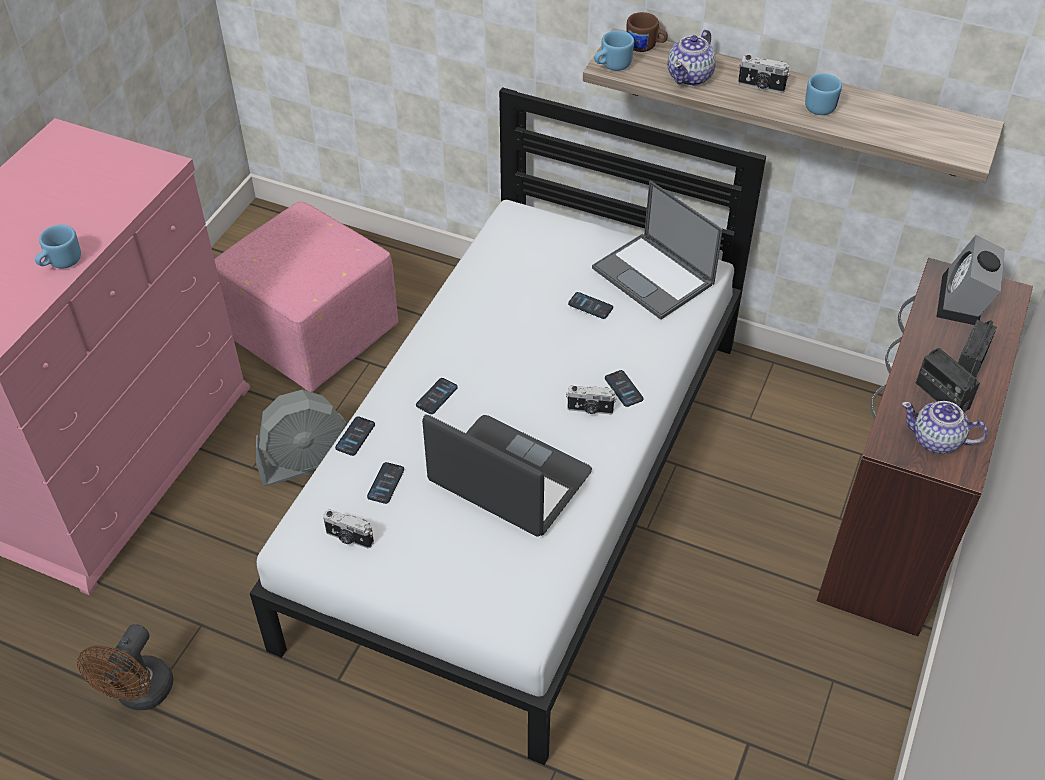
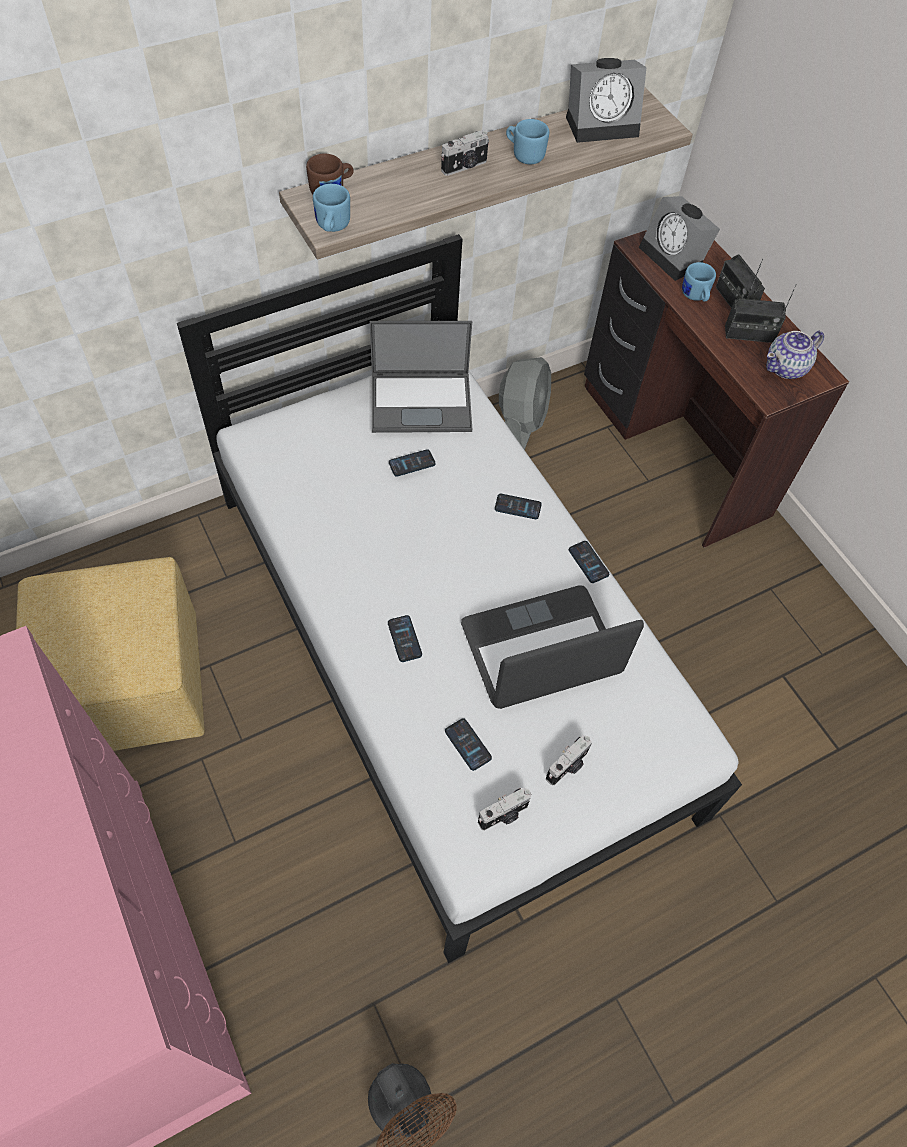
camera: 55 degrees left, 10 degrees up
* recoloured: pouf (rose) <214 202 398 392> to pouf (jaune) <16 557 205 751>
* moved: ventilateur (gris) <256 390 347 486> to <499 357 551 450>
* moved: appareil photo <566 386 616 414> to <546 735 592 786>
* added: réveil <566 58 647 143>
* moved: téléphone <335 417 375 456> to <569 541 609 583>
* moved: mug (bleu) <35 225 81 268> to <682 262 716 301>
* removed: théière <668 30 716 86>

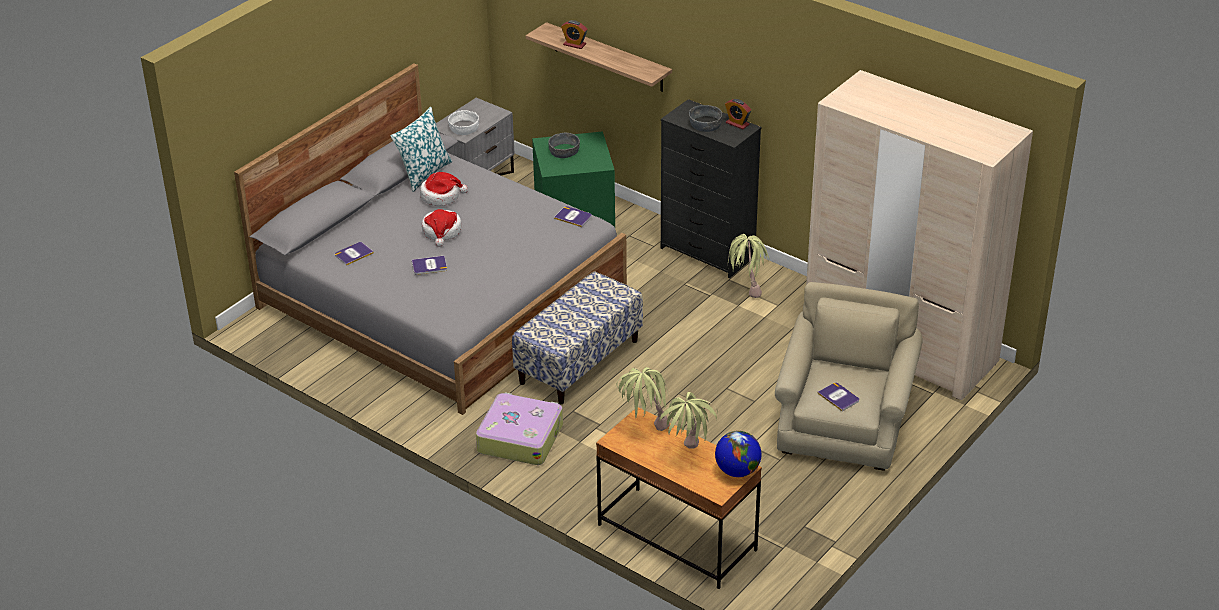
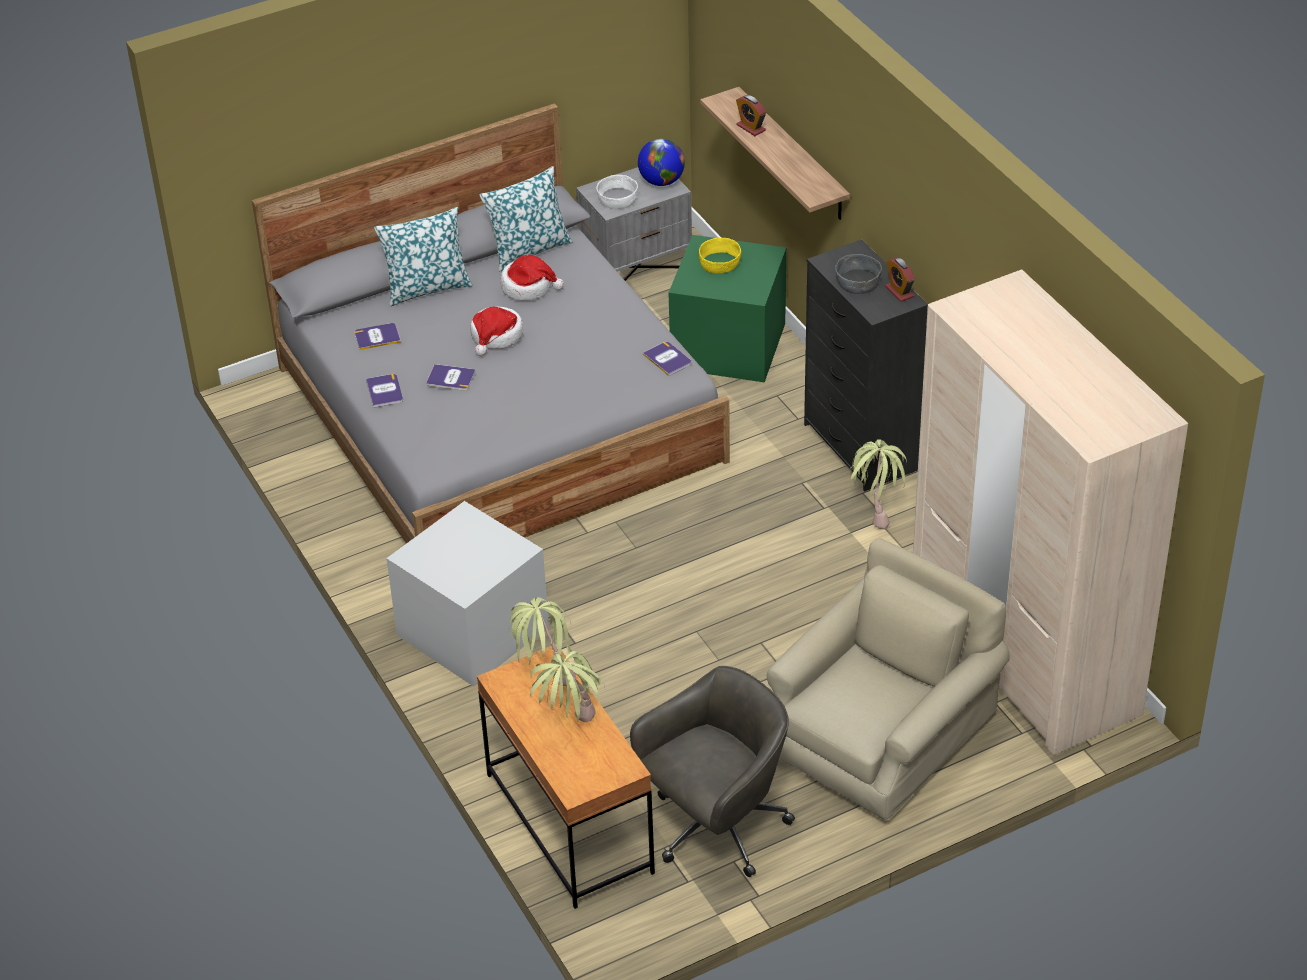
camera: 25 degrees right, 5 degrees up
* moved: livre <817 382 859 411> to <366 374 403 408>
* added: coussin <374 207 472 306>
* replaced: valise <476 392 563 465> to boîte de rangement (gris) <386 501 549 687>
* added: chaise de bureau (gris) <630 666 795 877>
* moved: globe <715 431 762 477> to <638 138 685 186>
* recoloured: bol (gris) <548 133 580 158> to bol (jaune) <699 238 741 273>
* removed: banc <512 271 643 404>

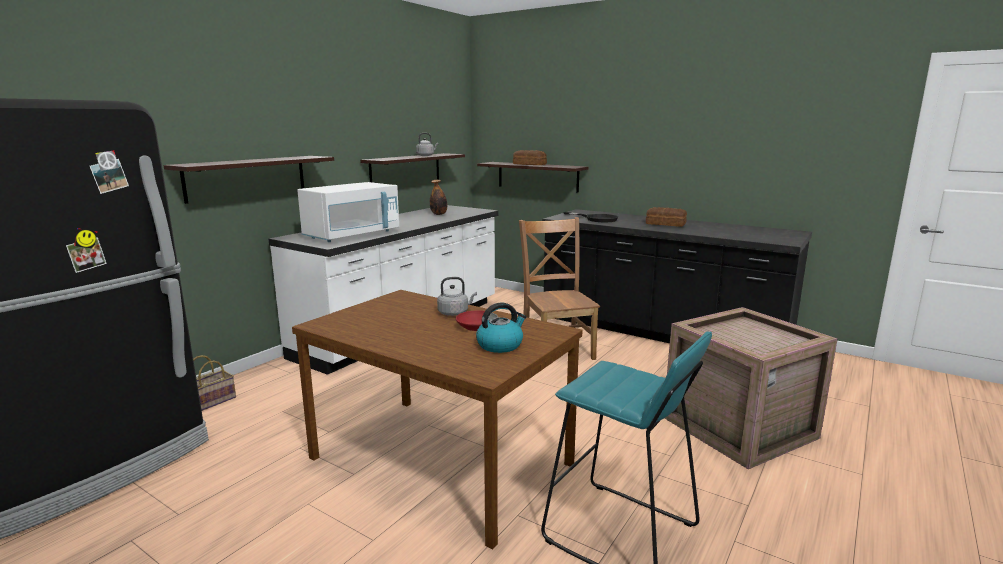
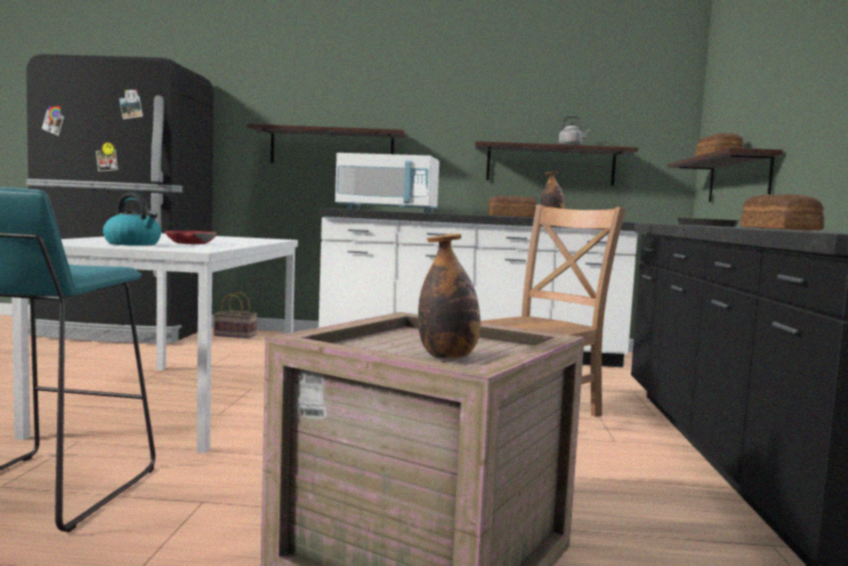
camera: 60 degrees right, 10 degrees down
* recoloured: table à manger (marron) <292 290 583 549> to table à manger (blanc) <12 233 298 453>
* added: bouteille <418 234 480 359>
* added: pain <488 195 537 217>
* removed: bouilloire (gris) <437 277 477 316>

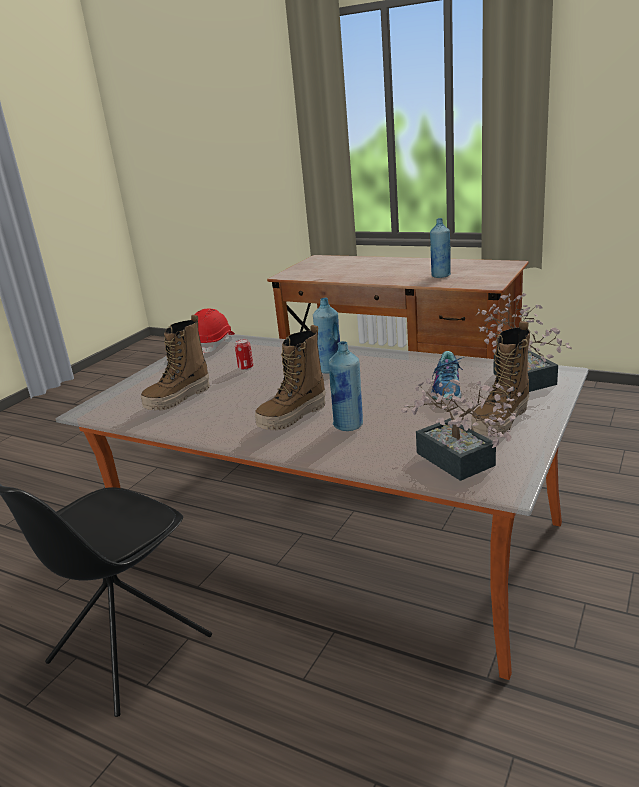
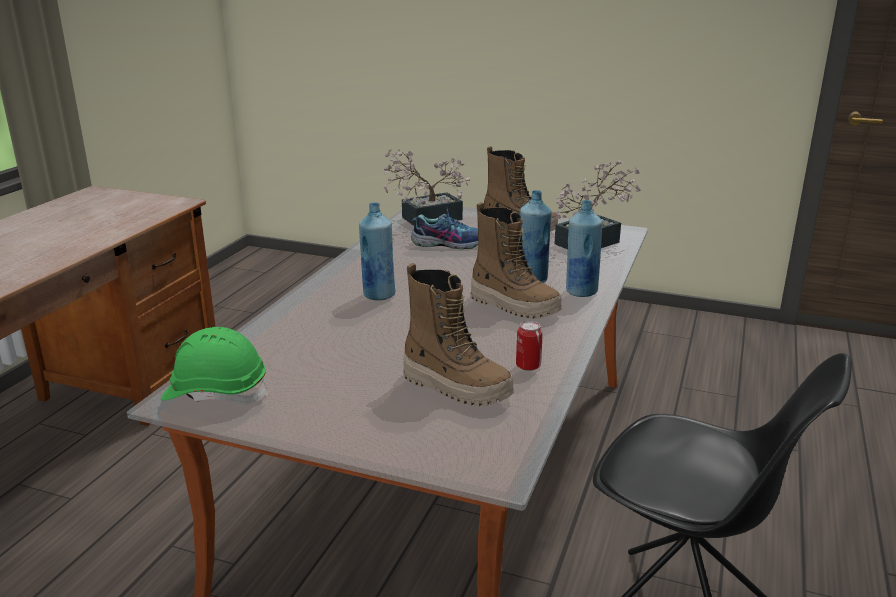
camera: 100 degrees left, 0 degrees up
* recoloured: casque de chantier (rouge) <191 308 235 355> to casque de chantier (vert) <161 327 268 404>
* moved: boîte métallique <235 339 253 370> to <516 321 543 371>
* moved: bouteille (bleu) <430 218 451 278> to <566 200 602 297>

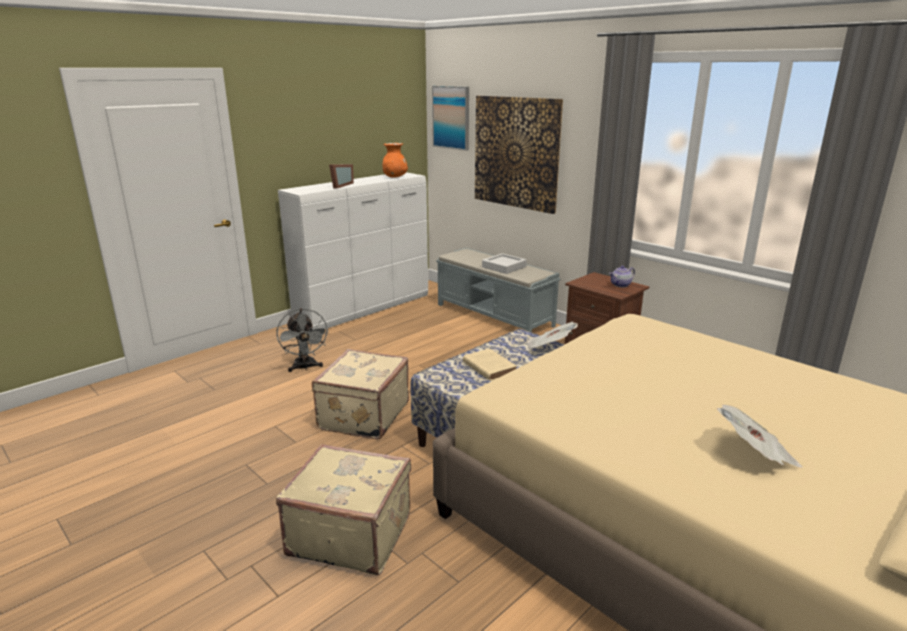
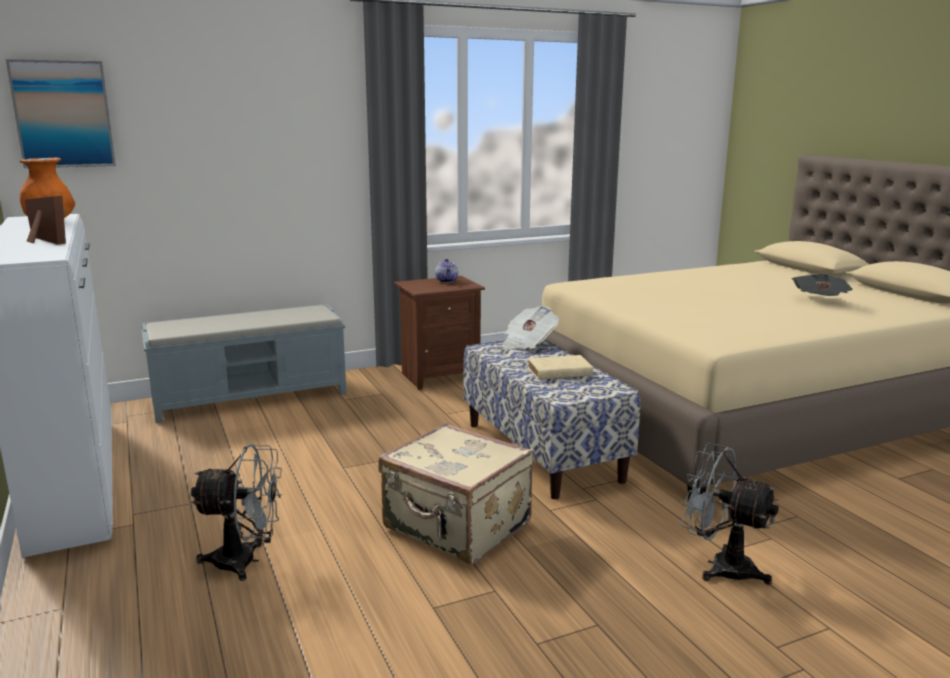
camera: 70 degrees left, 5 degrees down
* replaced: valise (beige) <276 444 411 575> to ventilateur (gris) <681 443 779 585>
* removed: tableau <475 96 563 214>
* removed: plateau (gris) <482 253 527 274>

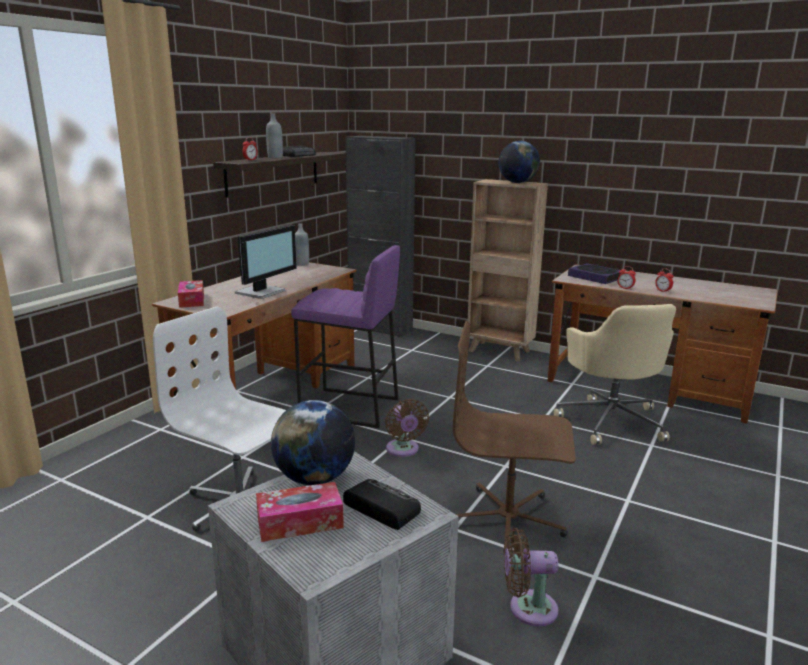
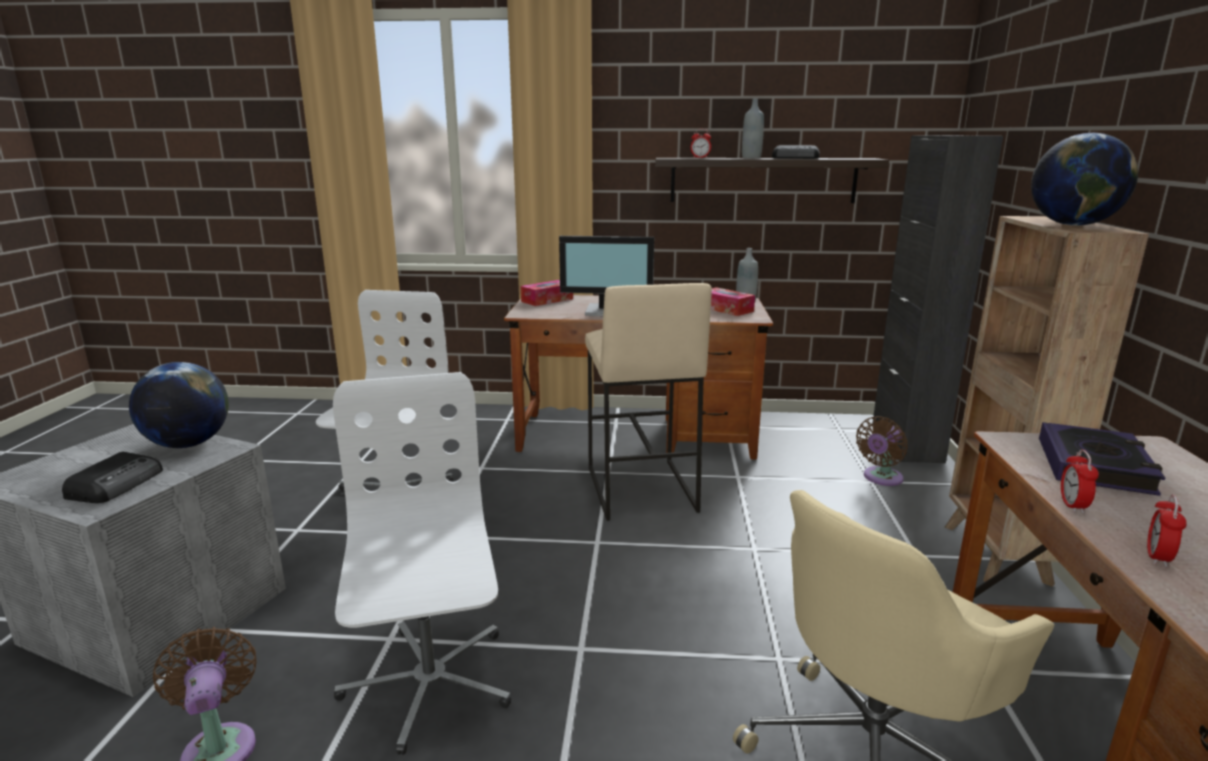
camera: 65 degrees right, 0 degrees up
* recoloured: chaise de bureau (marron) <453 321 576 554> to chaise de bureau (blanc) <333 372 511 755>
* recoloured: tabouret (violet) <291 245 400 428> to tabouret (beige) <585 283 712 521>
* moved: boîte à mouchoirs <256 482 344 542> to <711 287 755 316>
* moved: ventilateur (marron) <385 399 429 457> to <856 416 908 486>

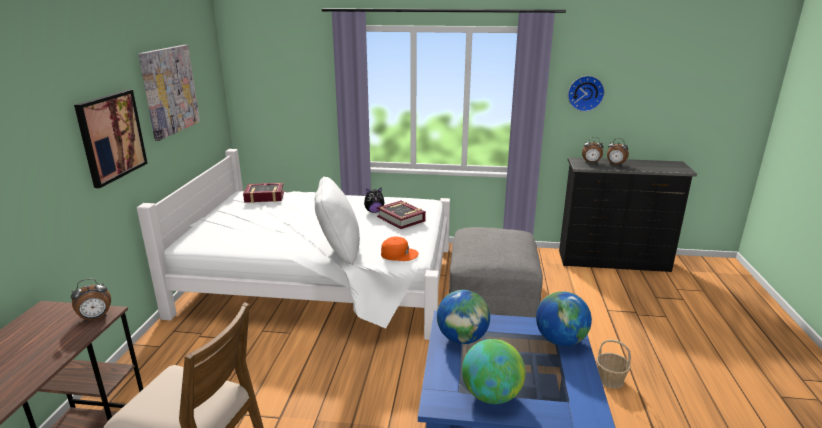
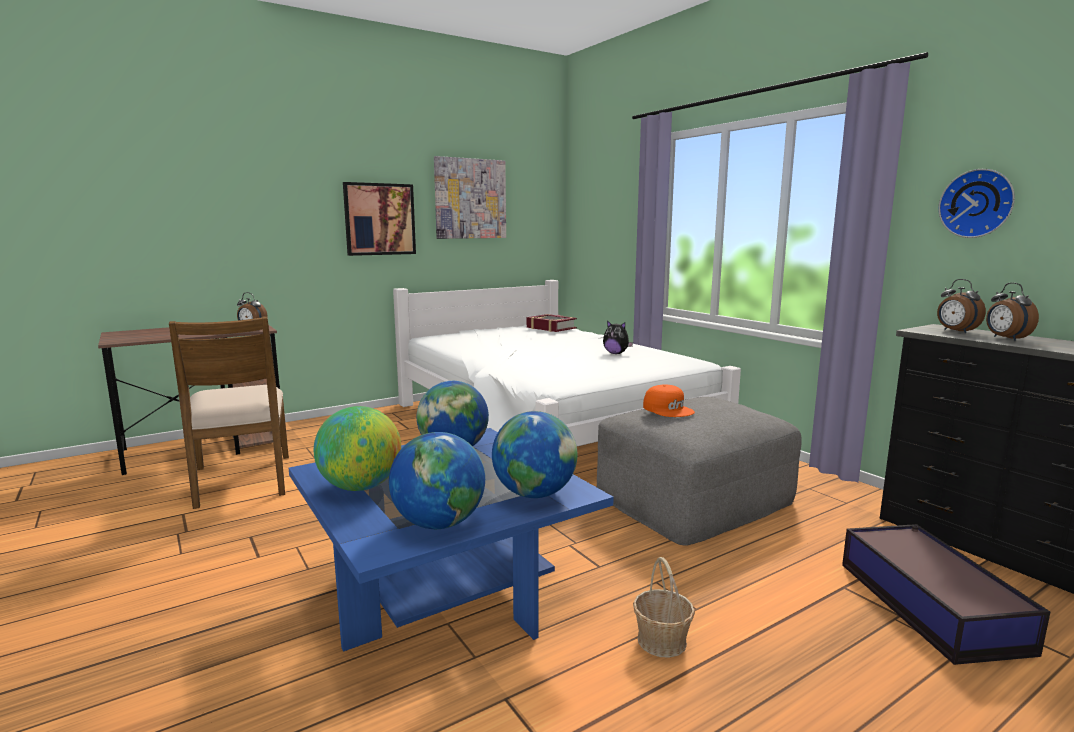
camera: 50 degrees right, 10 degrees down
* added: globe <389 432 485 529>
* moved: casquette (orange) <381 236 419 261> to <643 384 695 417>
* added: boîte de rangement <842 524 1050 665>
* removed: coussin (blanc) <315 177 360 265>
* removed: livre <377 200 426 229>

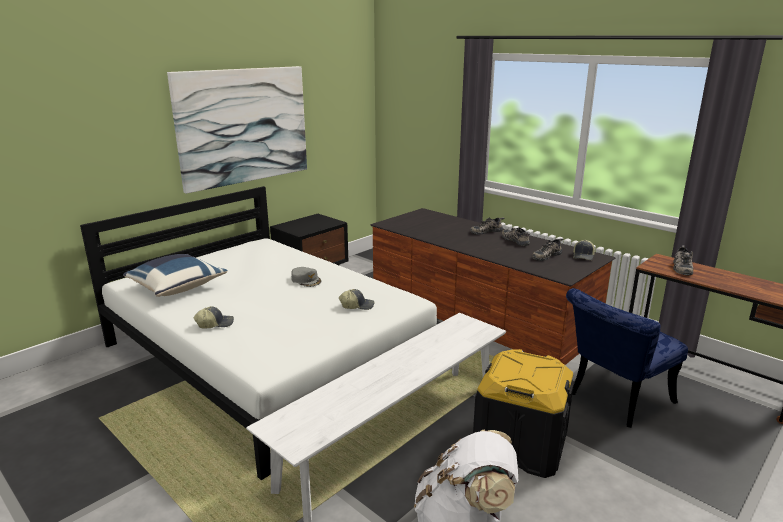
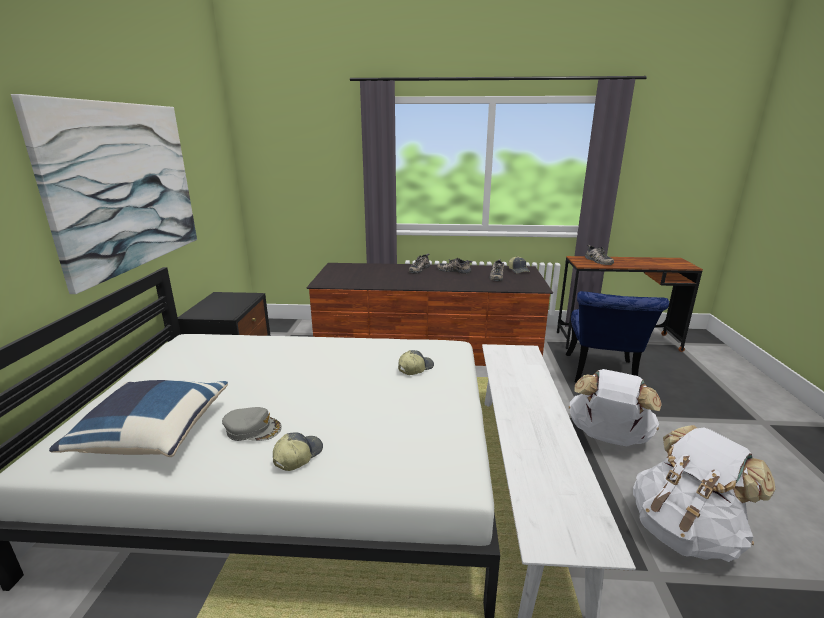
camera: 40 degrees left, 0 degrees up
* moved: casquette (gris) <291 267 321 287> to <222 407 282 441>
* replaced: boîte de rangement (noir) <473 349 574 478> to sac à dos (blanc) <569 369 662 446>

